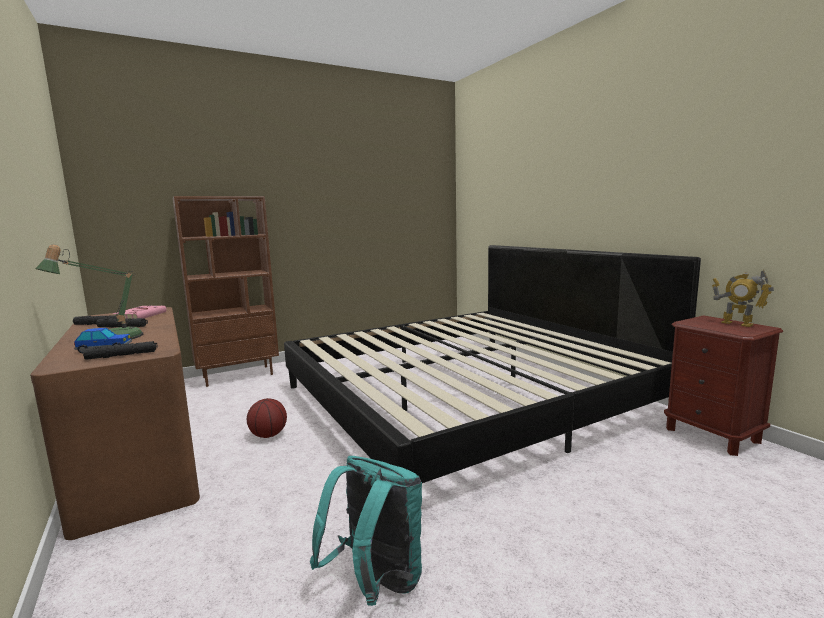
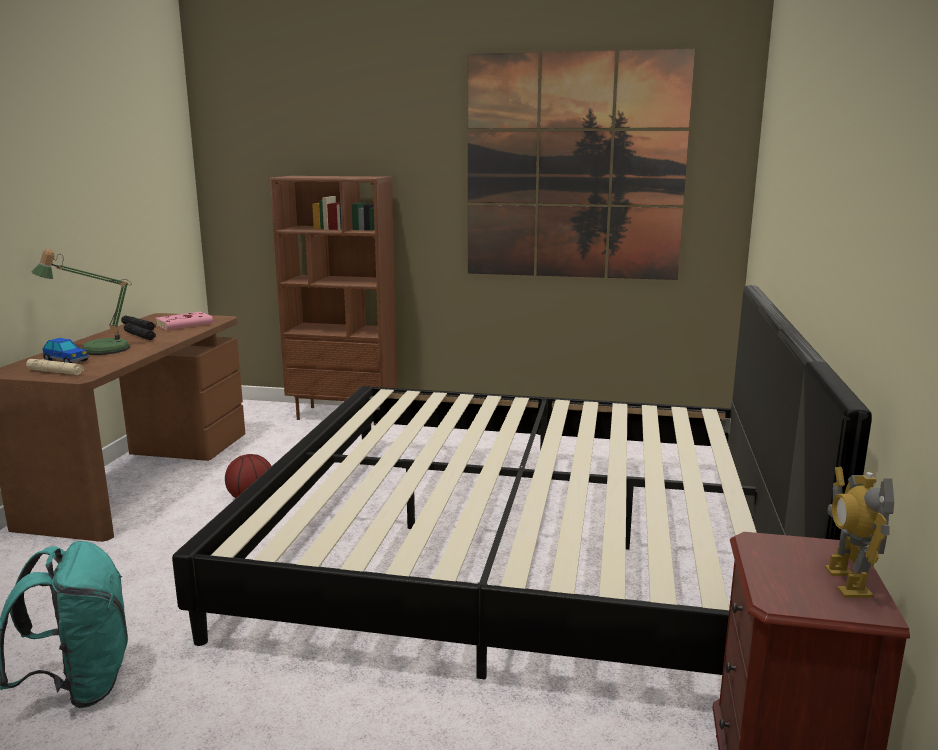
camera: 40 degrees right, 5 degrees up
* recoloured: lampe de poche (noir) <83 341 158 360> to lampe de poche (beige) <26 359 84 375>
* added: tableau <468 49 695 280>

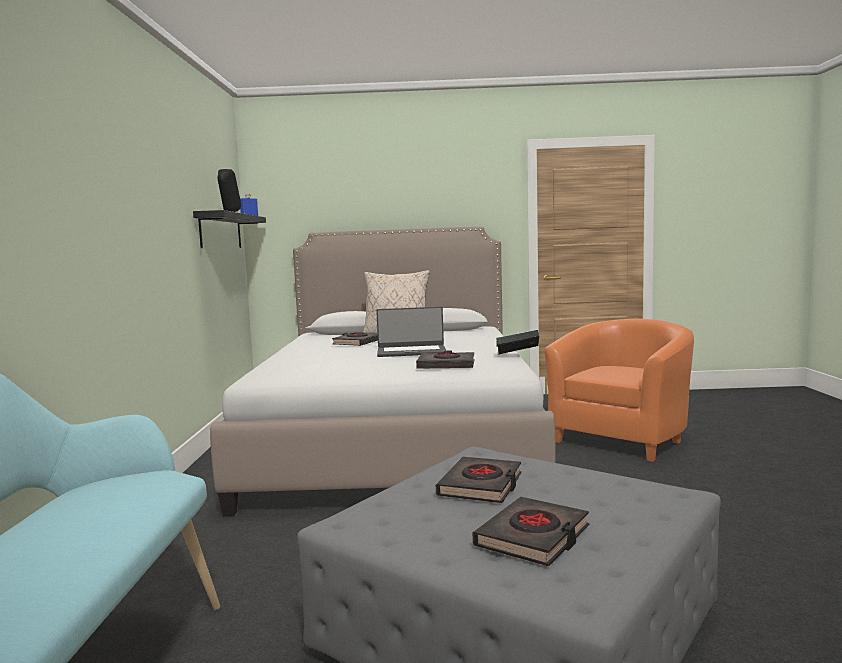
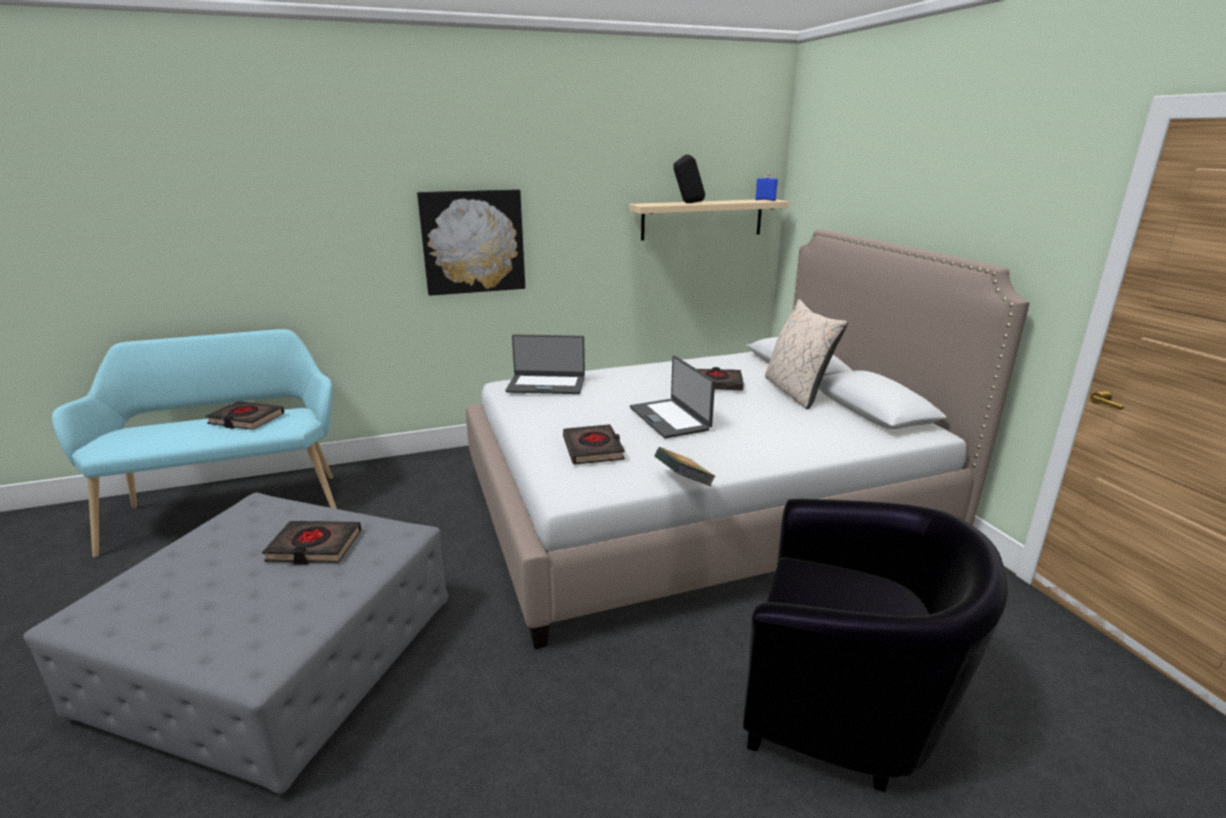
camera: 70 degrees right, 15 degrees up
* moved: livre (noir) <473 497 589 566> to <205 401 284 430>
* added: tableau <417 189 525 296>
* added: ordinateur portable <506 334 585 394>
* recoloured: étagère (noir) <193 210 266 248> to étagère (beige) <629 200 789 241>
* recoloured: fauteuil (orange) <544 319 694 462> to fauteuil (noir) <743 499 1008 792>

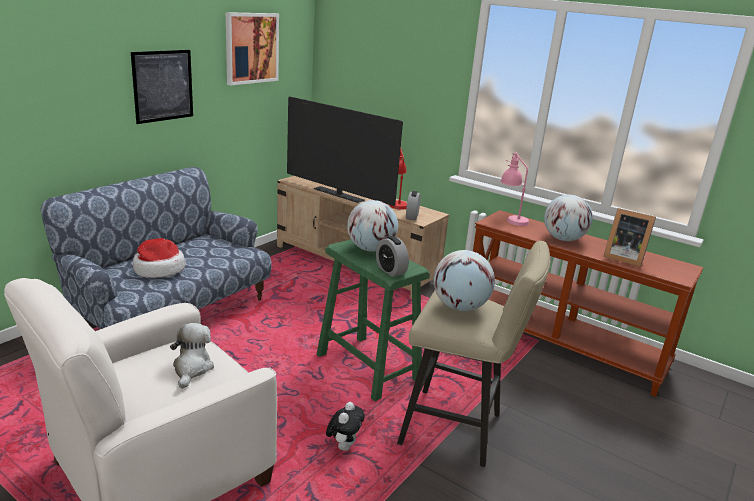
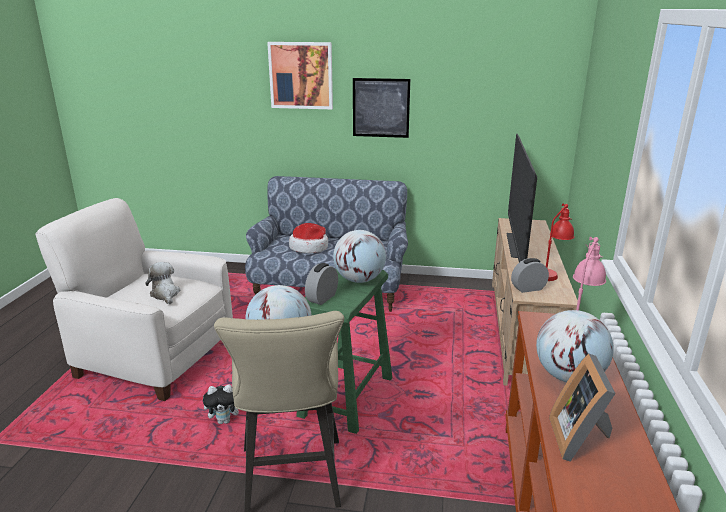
camera: 65 degrees right, 0 degrees up
* turned: peluche <170 323 214 389> = <145 262 180 304> 90 degrees counterclockwise
* moved: tableau <226 12 279 86> to <267 42 333 109>

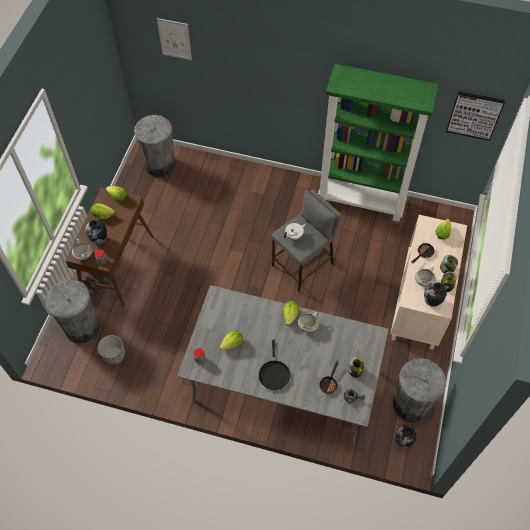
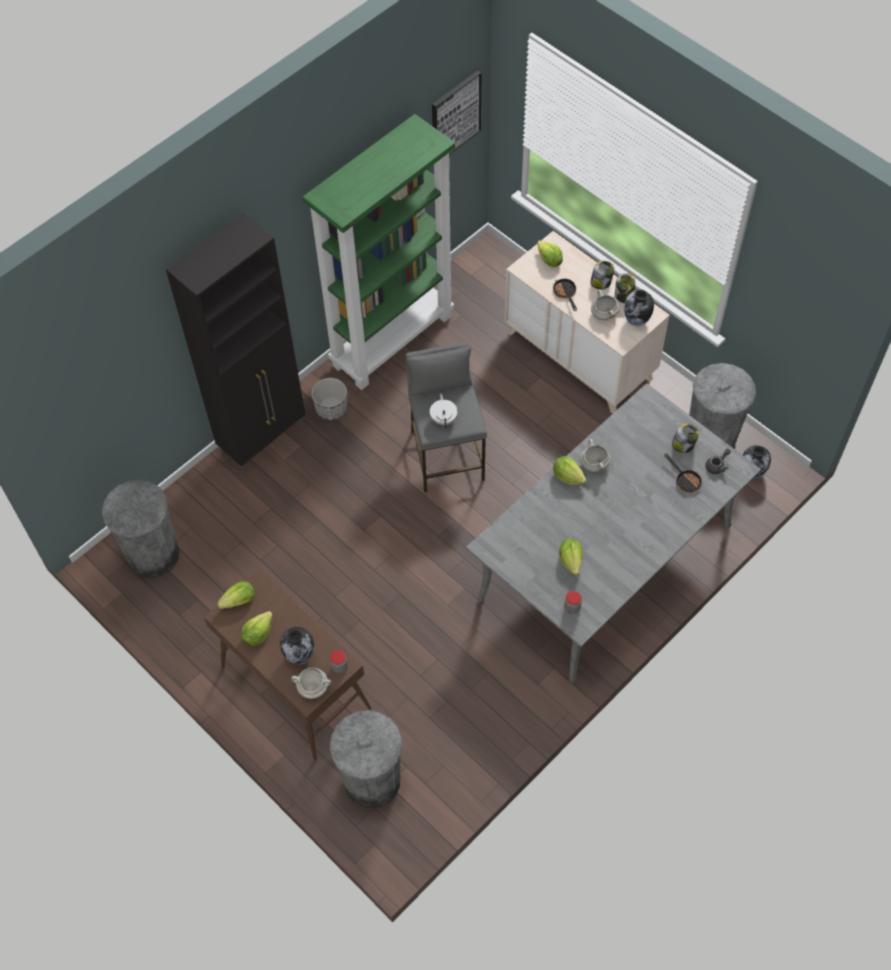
camera: 60 degrees left, 0 degrees up
* added: meuble de rangement (noir) <166 213 305 473>
* moved: cache-pot <98 335 125 365> to <312 378 347 420>
* removed: tableau <157 18 192 60>
* removed: poêle (noir) <259 340 290 390>

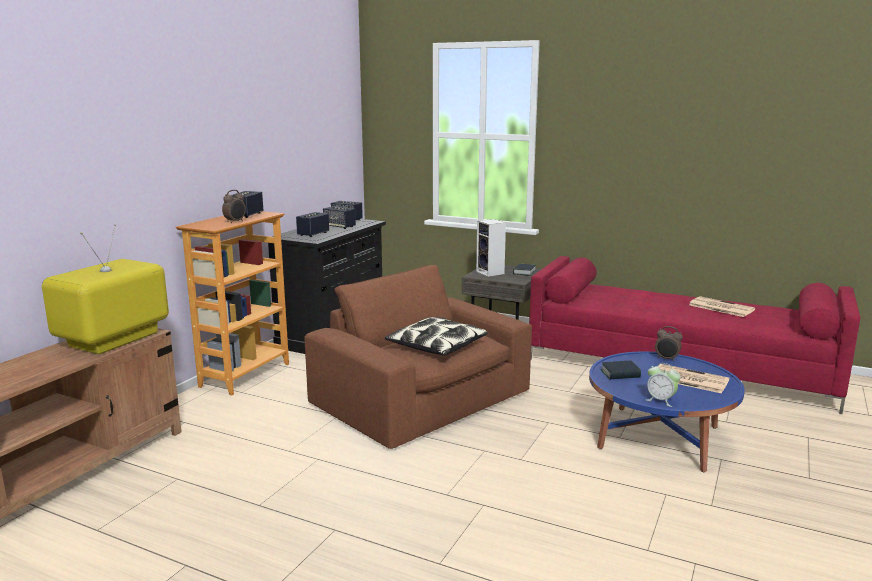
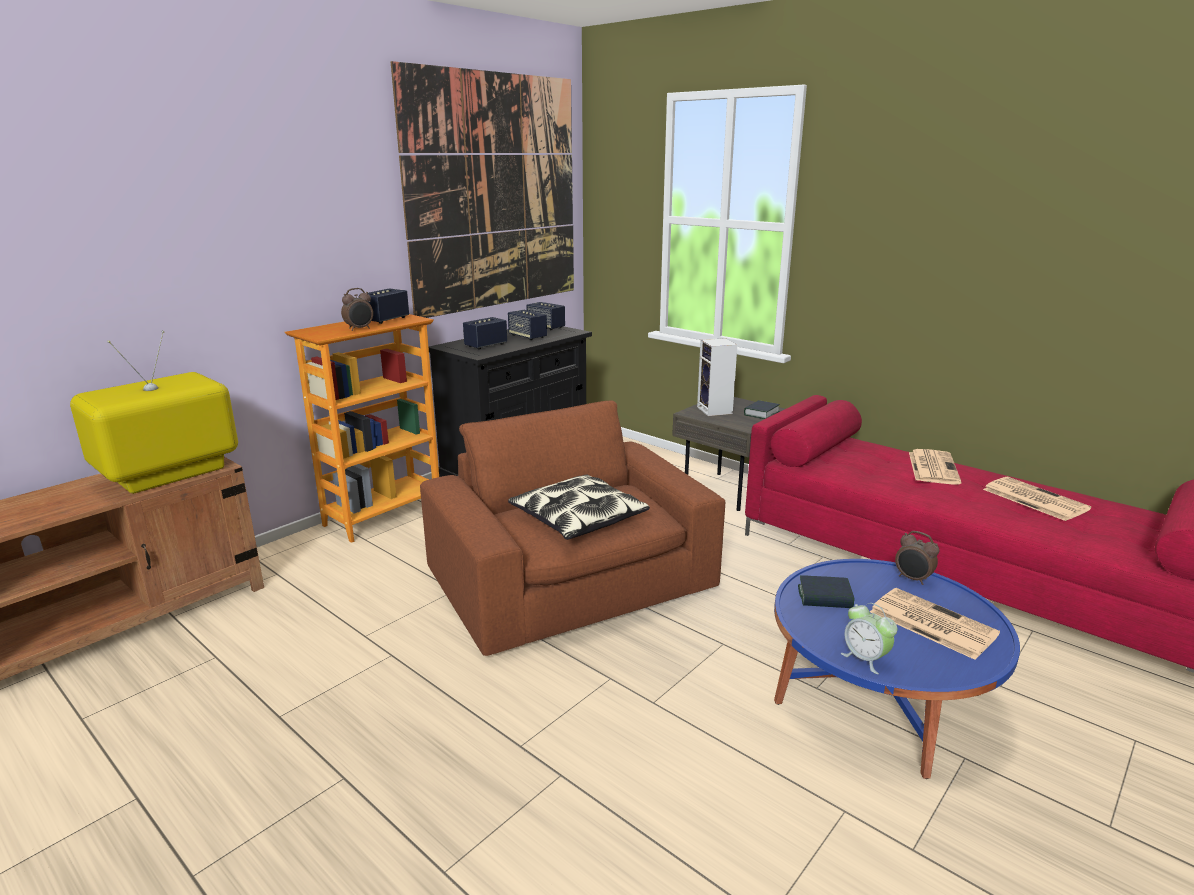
camera: 15 degrees right, 5 degrees up
* added: tableau <390 61 574 318>
* added: journal <909 449 961 485>

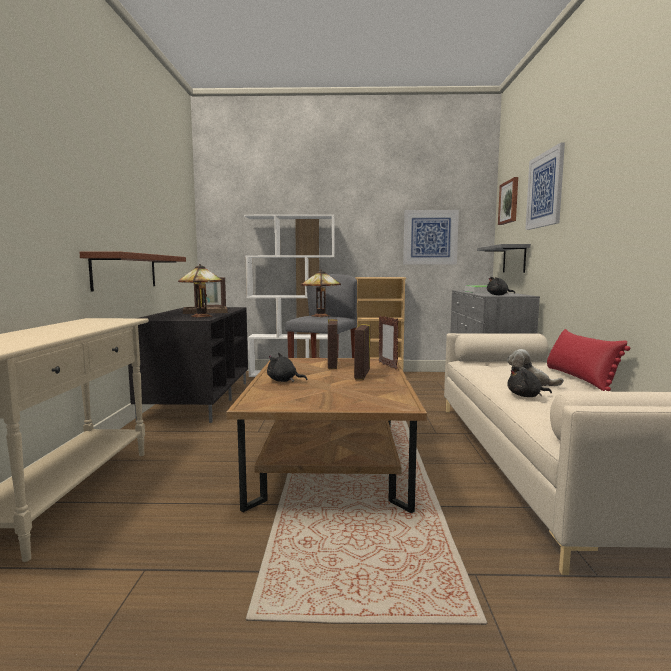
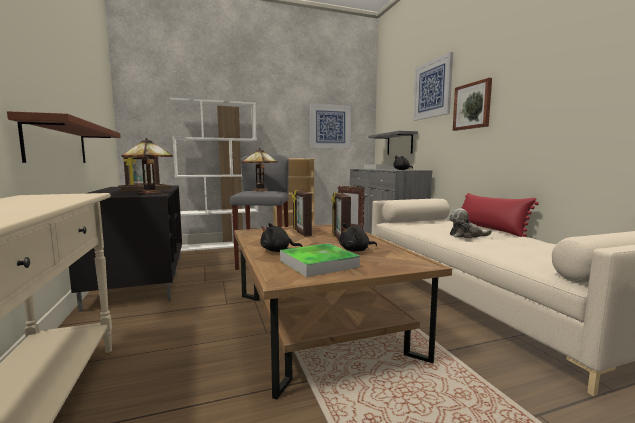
camera: 20 degrees left, 0 degrees up
* added: plateau <280 243 360 277>
* moved: peluche (noir) <507 366 552 397> to <339 223 377 251>
* moved: tableau <498 177 518 225> to <453 78 492 131>

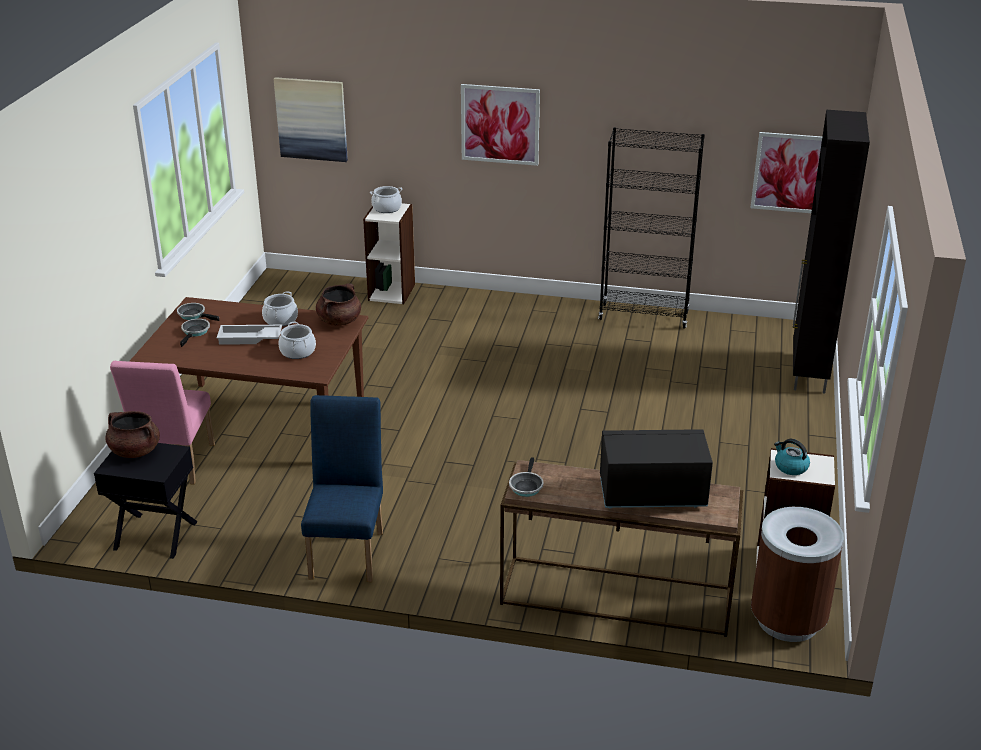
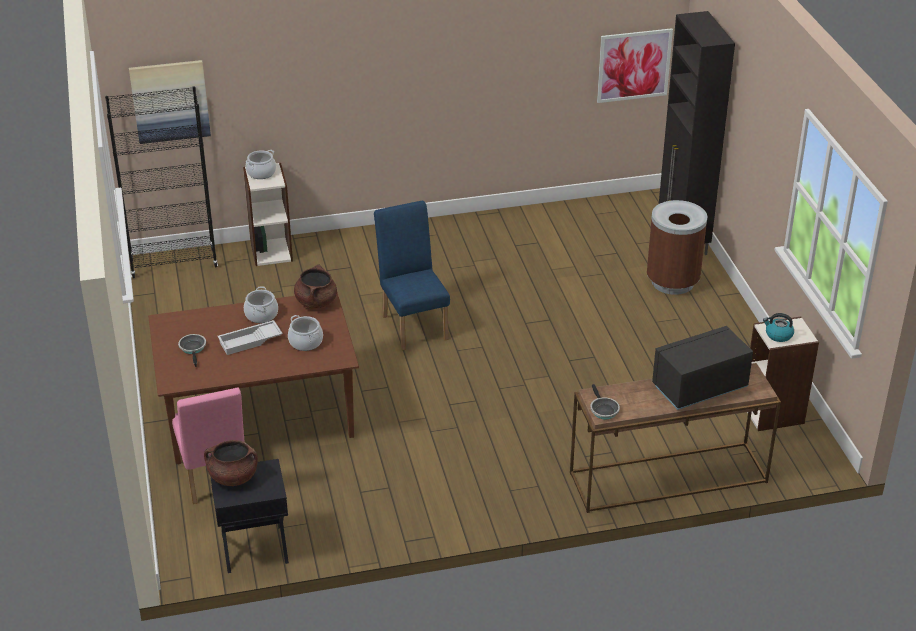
camera: 25 degrees left, 5 degrees up
* moved: bibliothèque (noir) <598 127 705 329> to <105 86 218 278>
* moved: chaise (bleu) <301 395 383 582> to <374 200 450 350>
* moved: poubelle (marron) <751 507 844 642> to <647 200 708 295>
* removed: poêle <177 303 219 321>
* removed: tableau <461 84 540 166>

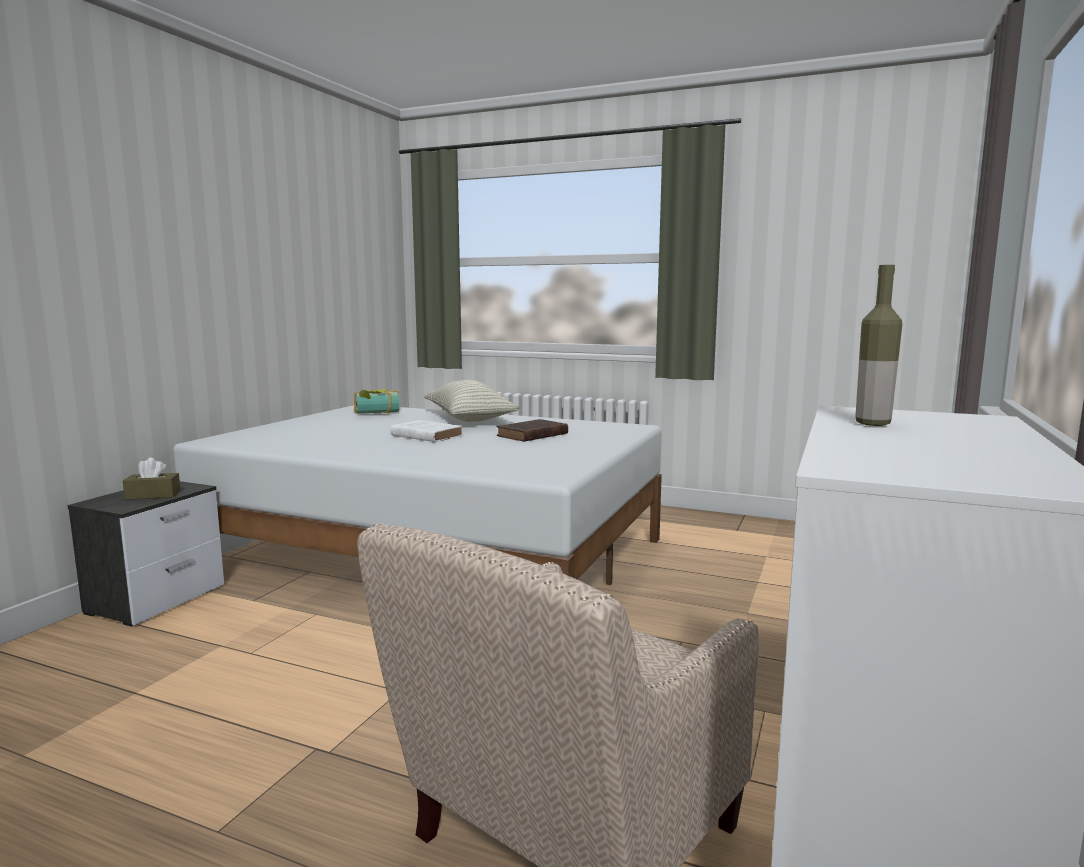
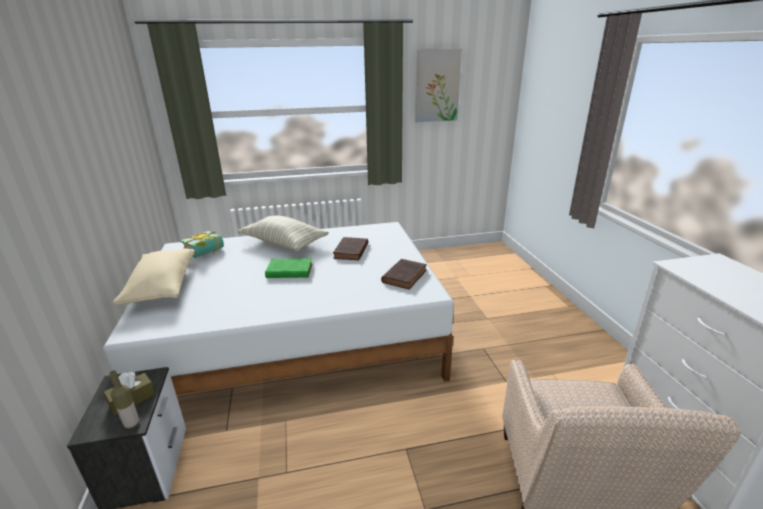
camera: 35 degrees left, 15 degrees up
* moved: bouteille <856 265 902 426> to <109 370 139 429>
* added: coussin (beige) <113 248 195 305>
* recoloured: livre (blanc) <390 420 463 442> to livre (vert) <265 258 313 278>
* added: livre (marron) <381 259 427 289>
* added: tableau <415 49 462 122>

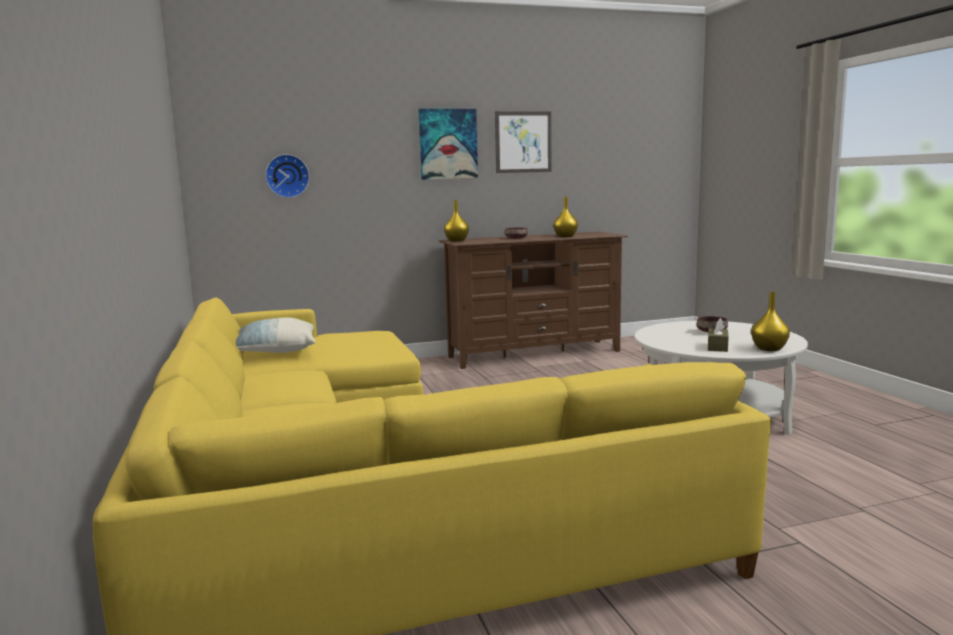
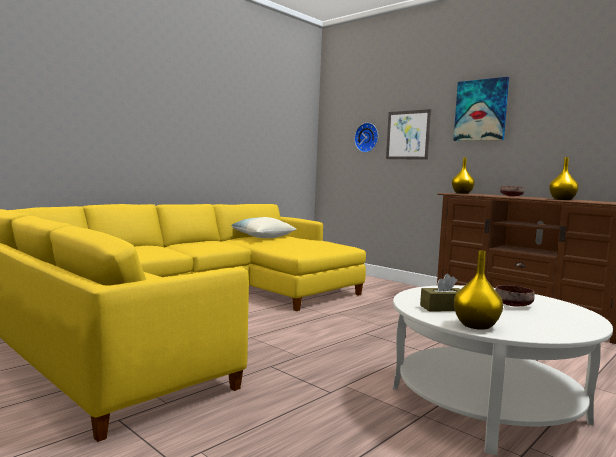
camera: 60 degrees right, 5 degrees down
* moved: tableau <495 111 551 173> to <386 109 431 160>

